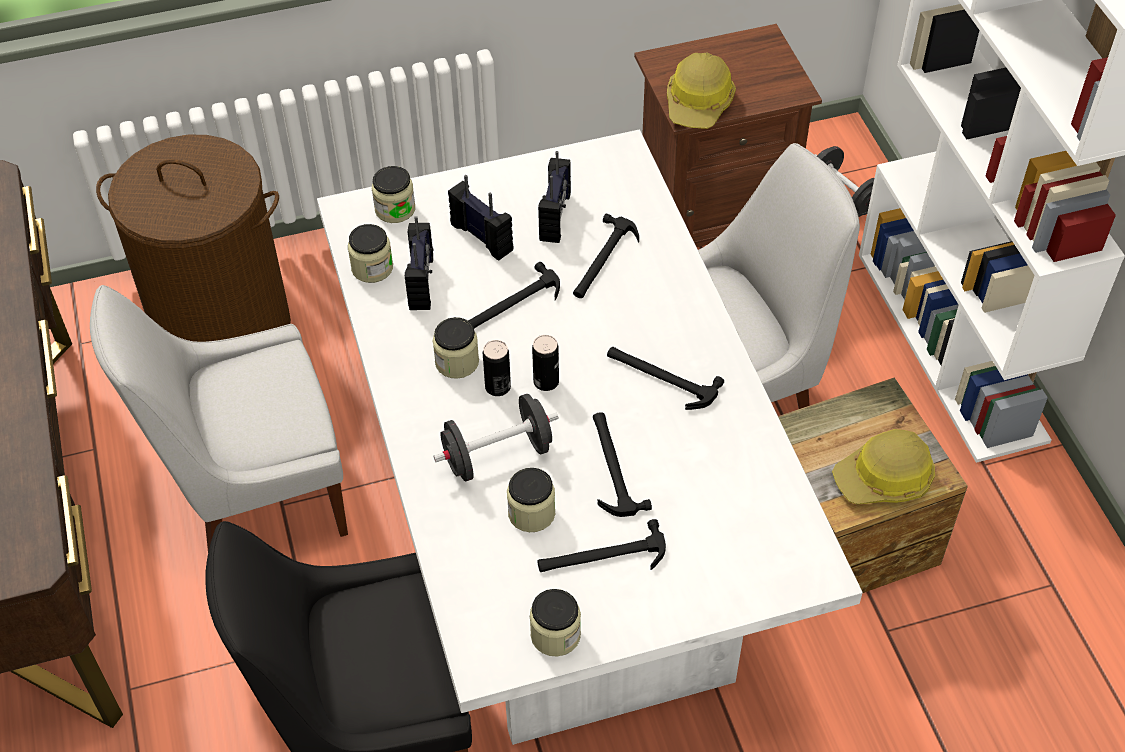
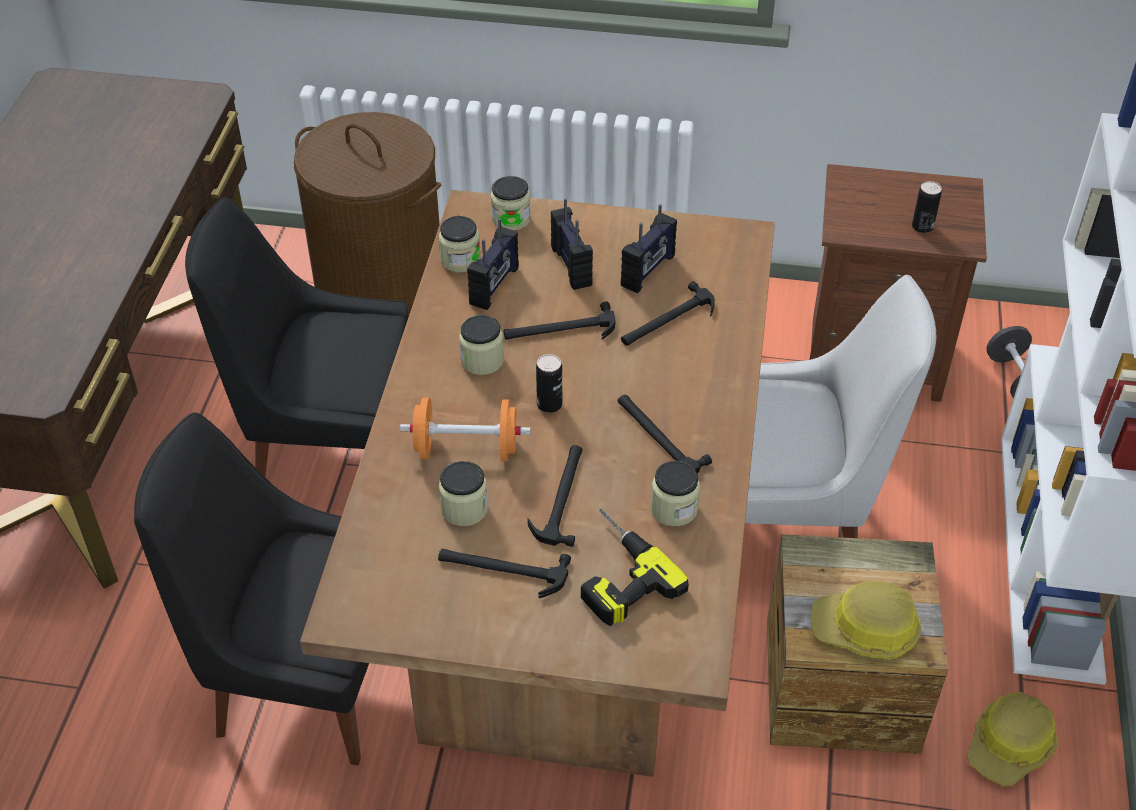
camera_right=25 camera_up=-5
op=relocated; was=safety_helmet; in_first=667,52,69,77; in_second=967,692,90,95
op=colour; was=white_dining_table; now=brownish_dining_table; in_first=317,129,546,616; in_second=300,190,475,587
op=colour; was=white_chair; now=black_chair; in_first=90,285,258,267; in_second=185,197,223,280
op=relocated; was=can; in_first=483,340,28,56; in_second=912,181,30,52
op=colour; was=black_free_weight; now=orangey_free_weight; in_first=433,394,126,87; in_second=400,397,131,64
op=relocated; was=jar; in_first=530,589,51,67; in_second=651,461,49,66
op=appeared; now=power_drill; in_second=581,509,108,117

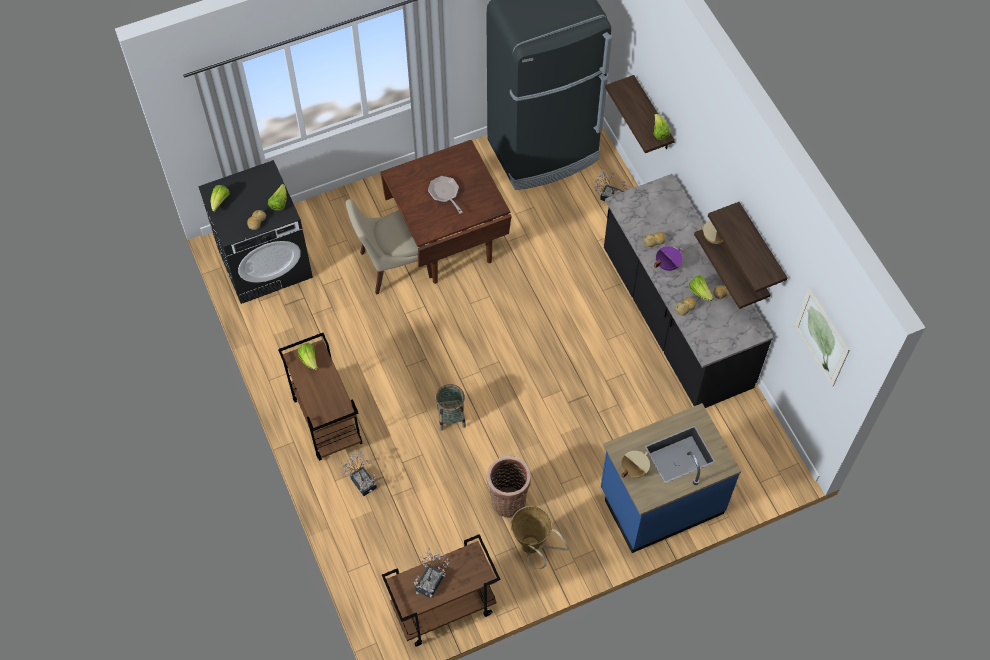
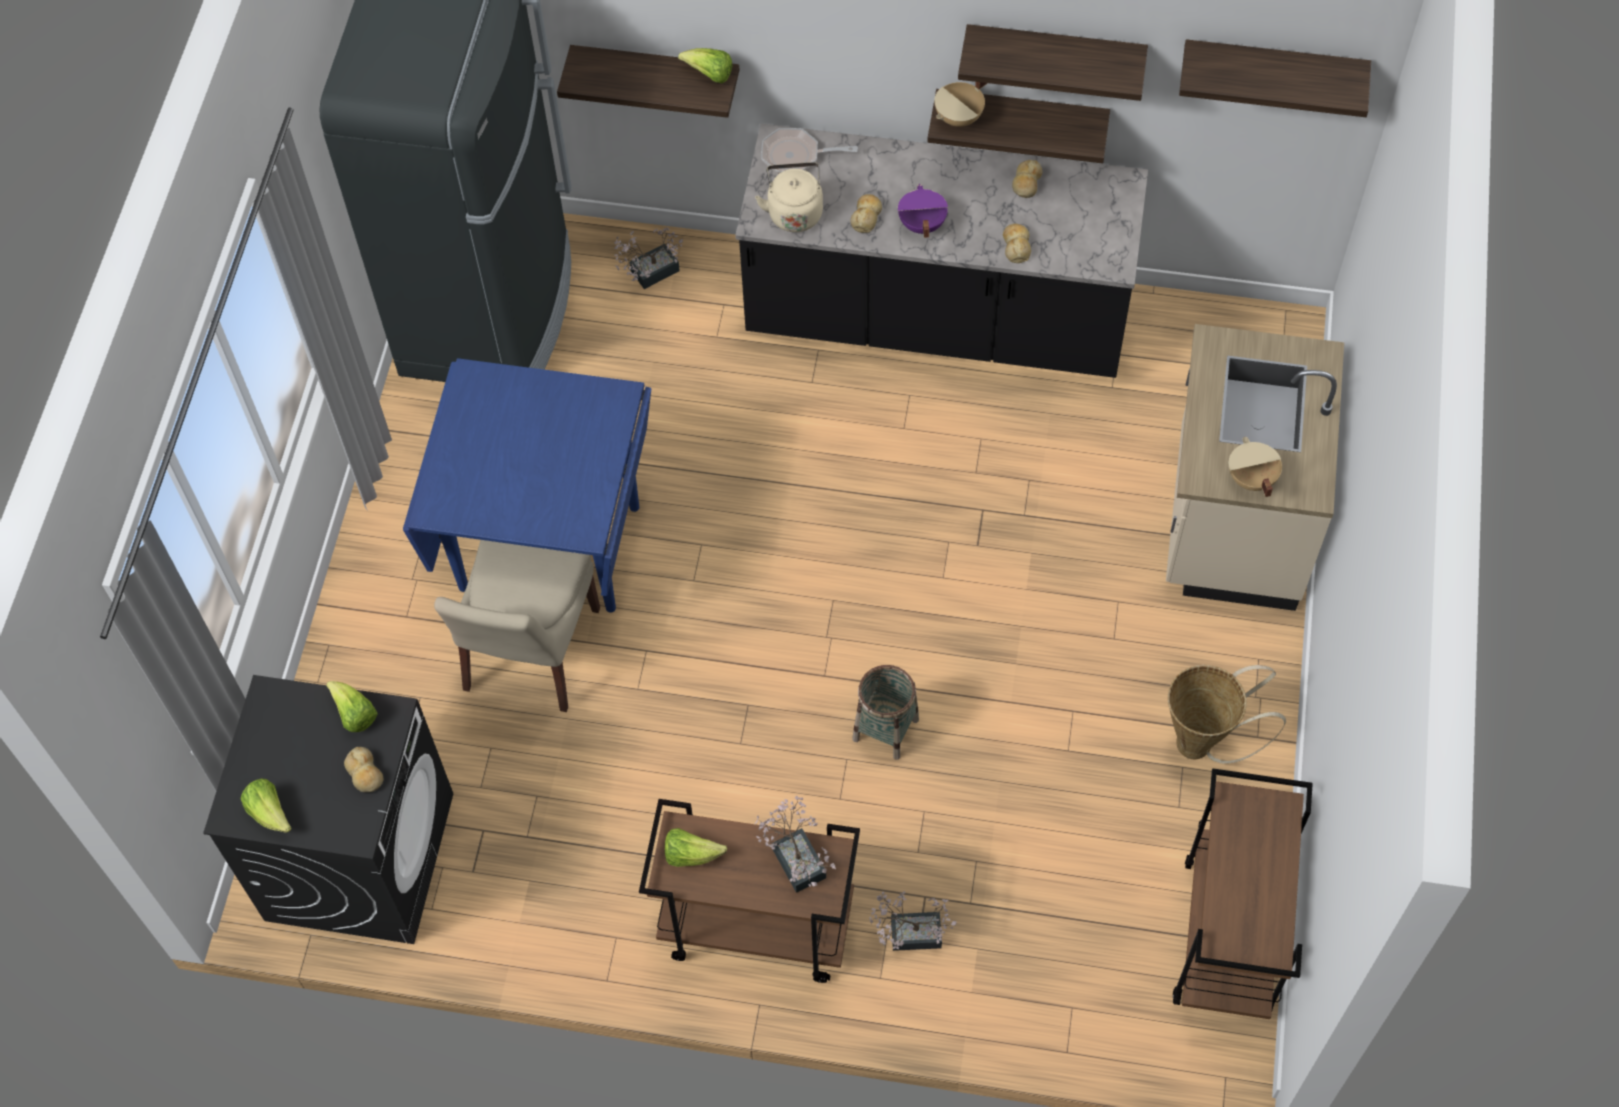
camera_right=-55 camera_up=0
op=colour; was=brownish_dining_table; now=blue_dining_table; in_first=380,140,132,144; in_second=403,358,248,255
op=relocated; was=frying_pan; in_first=428,176,35,38; in_second=761,128,97,45
op=missing; was=lettuce; in_first=689,275,25,26
op=exchanged; was=wall_art; now=shelf; in_first=794,288,56,99; in_second=1179,39,192,78
op=colour; was=blue_kitchen_base_unit; now=beige-coloured_kitchen_base_unit; in_first=601,403,140,150; in_second=1166,324,178,287
op=missing; was=basket; in_first=487,456,44,62
op=relocated; was=houseplant; in_first=414,549,36,50; in_second=755,796,81,97
op=appeared; now=beige-coloured_water_kettle; in_second=755,162,68,70

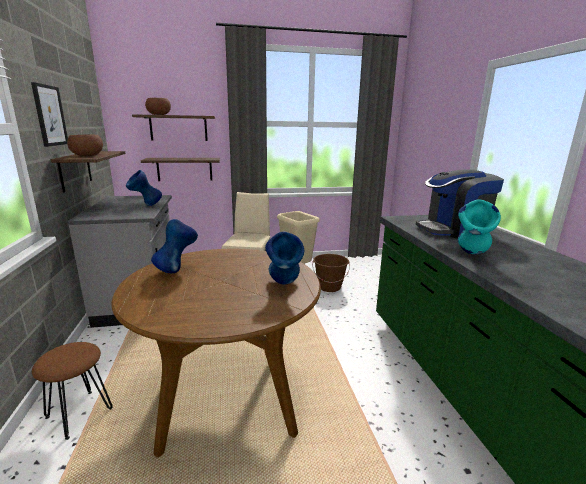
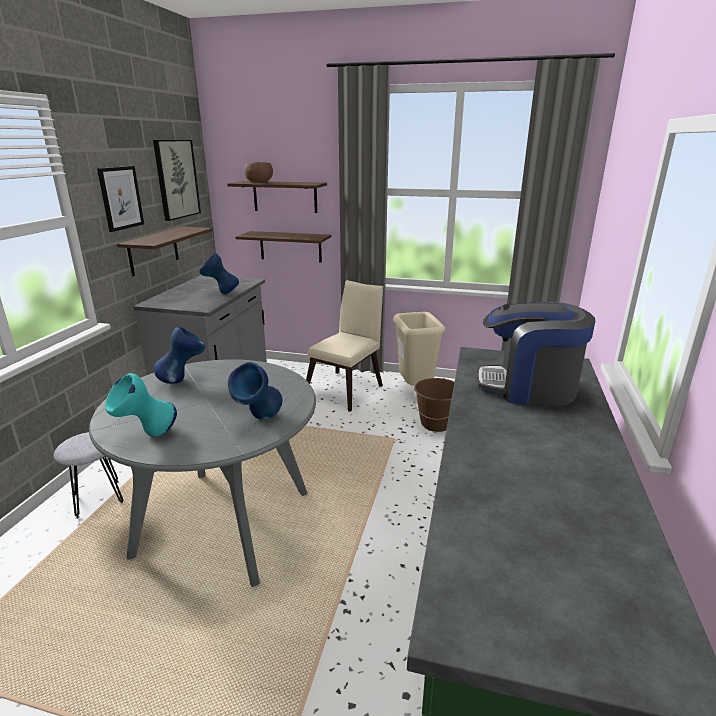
camera_right=25 camera_up=5
op=missing; was=brownish_deep_dish; in_first=67,134,36,22
op=relocated; was=turquoise_decorative_vase; in_first=458,199,43,56; in_second=105,373,72,64
op=colour; was=brownish_dining_table; now=gray_dining_table; in_first=111,249,210,209; in_second=89,359,227,228
op=colour; was=brownish_sitting_stool; now=gray_sitting_stool; in_first=32,342,81,98; in_second=54,432,69,87
op=appeared; now=wall_art; in_second=153,140,48,81

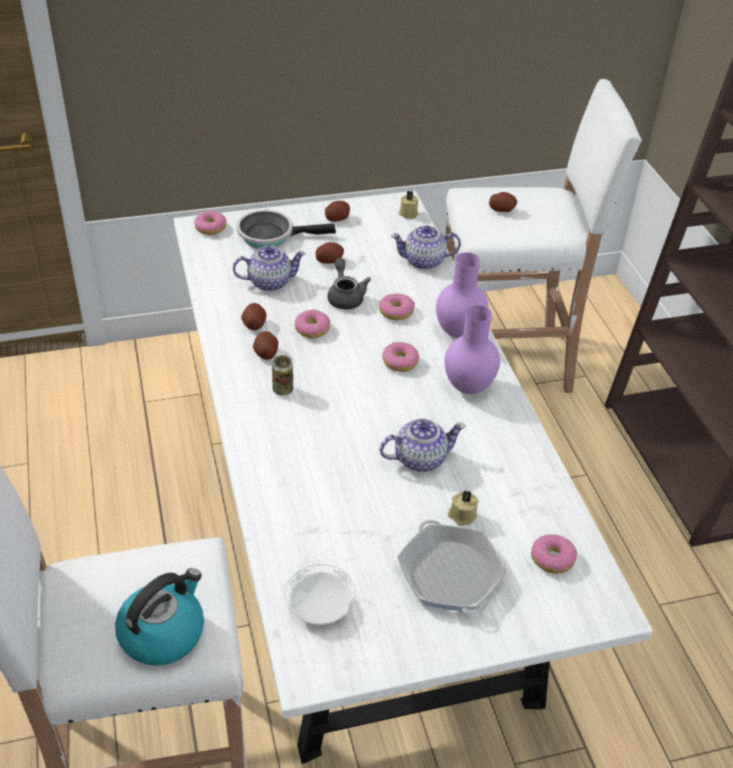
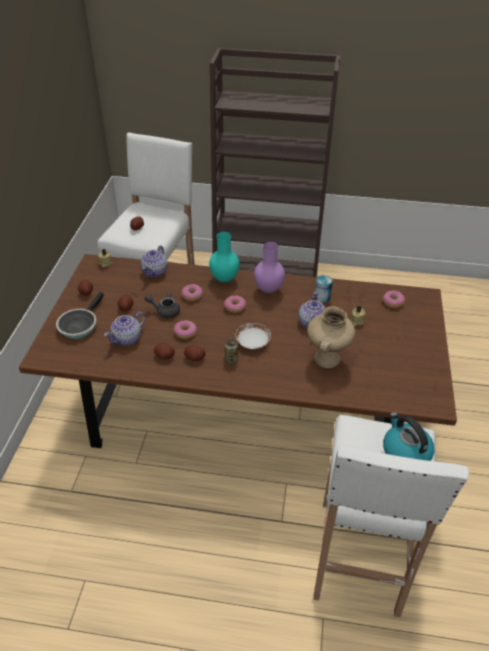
camera_right=-65 camera_up=0
op=colour; was=white_dining_table; now=brownish_dining_table; in_first=174,191,479,573; in_second=19,254,438,194
op=missing; was=doughnut; in_first=195,211,32,24
op=spun; was=teapot; in_first=233,246,73,45; in_second=104,312,41,34; clockwise=-150
op=colour; was=purple-coloured_decorative_vase; now=turquoise_decorative_vase; in_first=436,252,52,86; in_second=209,232,30,50
op=missing; was=frying_pan; in_first=397,520,110,95
op=relocated; was=white_flat_dish; in_first=284,564,72,61; in_second=235,323,36,26
op=appeared; now=can; in_second=315,275,18,28
op=appeared; now=beige-coloured_decorative_vase; in_second=307,306,48,62

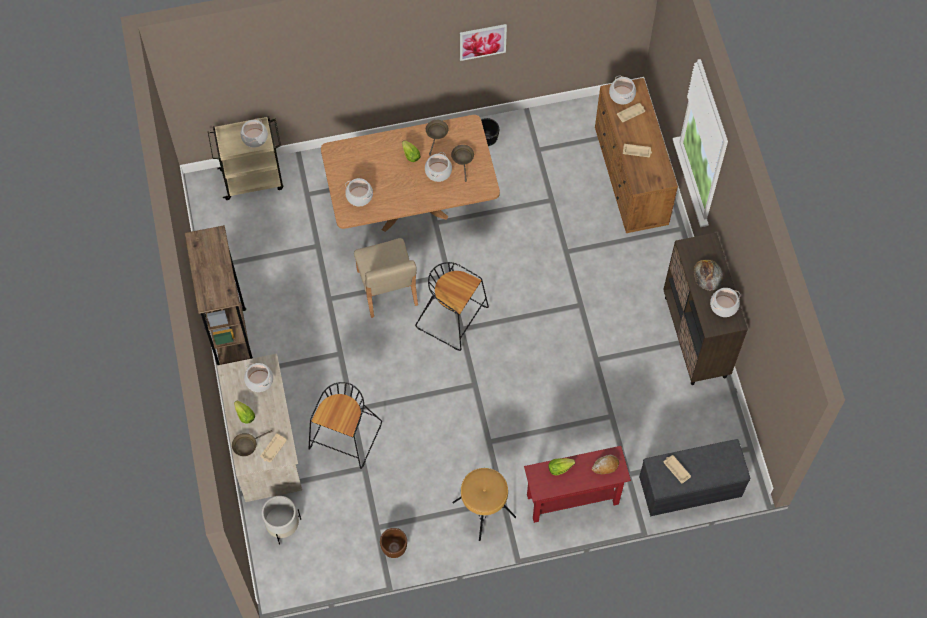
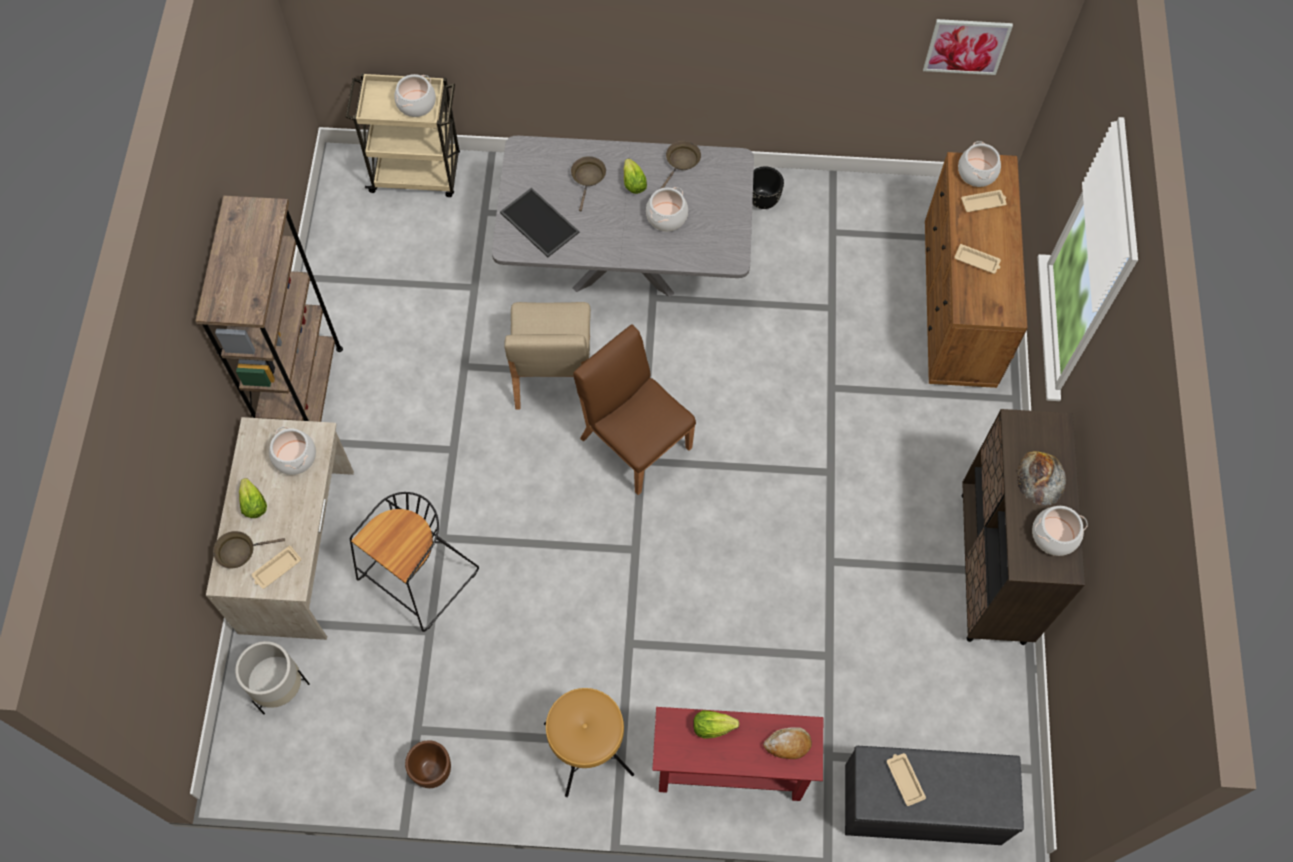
camera_right=15 camera_up=0
op=relocated; was=wall_art; in_first=460,24,47,37; in_second=923,19,90,56
op=colour; was=brownish_dining_table; now=gray_dining_table; in_first=321,115,179,117; in_second=492,136,262,161
op=relocated; was=brownish_frying_pan; in_first=451,145,23,37; in_second=571,156,35,55
op=exchanged; was=stockpot; now=tray; in_first=345,178,28,28; in_second=500,188,79,69
op=exchanged; was=black_sitting_stool; now=brownish_chair; in_first=415,262,74,89; in_second=573,324,123,171

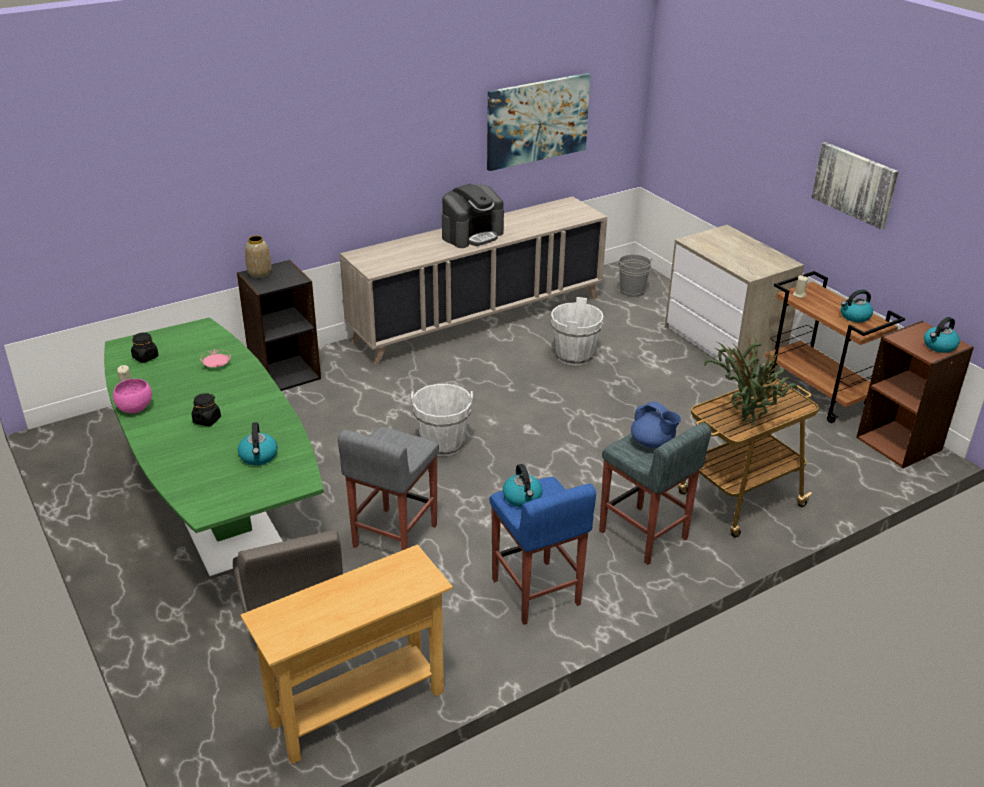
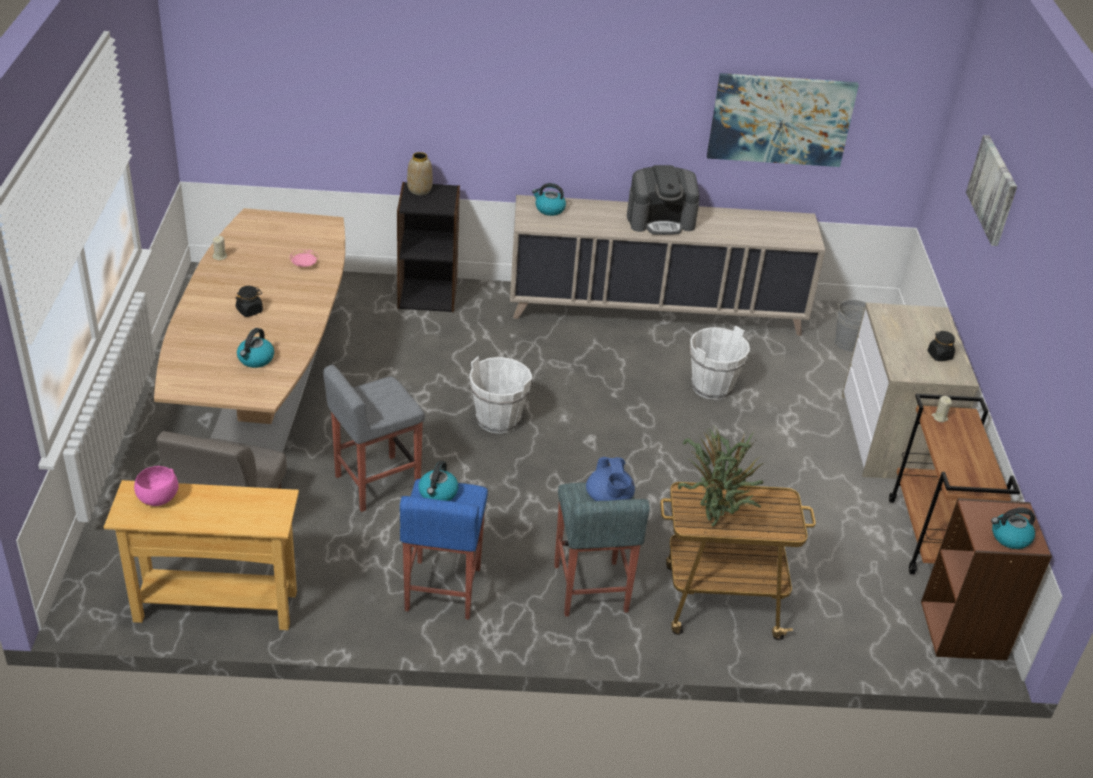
camera_right=30 camera_up=5
op=relocated; was=wall_art; in_first=811,142,88,87; in_second=966,135,51,111
op=relocated; was=water_kettle; in_first=841,289,32,34; in_second=532,183,34,33
op=colour; was=greenish_dining_table; now=brownish_dining_table; in_first=104,317,220,262; in_second=154,208,191,245
op=relocated; was=black_jar; in_first=131,332,28,31; in_second=927,331,28,30
op=relocated; was=pink_deep_dish; in_first=113,379,39,34; in_second=134,466,45,40

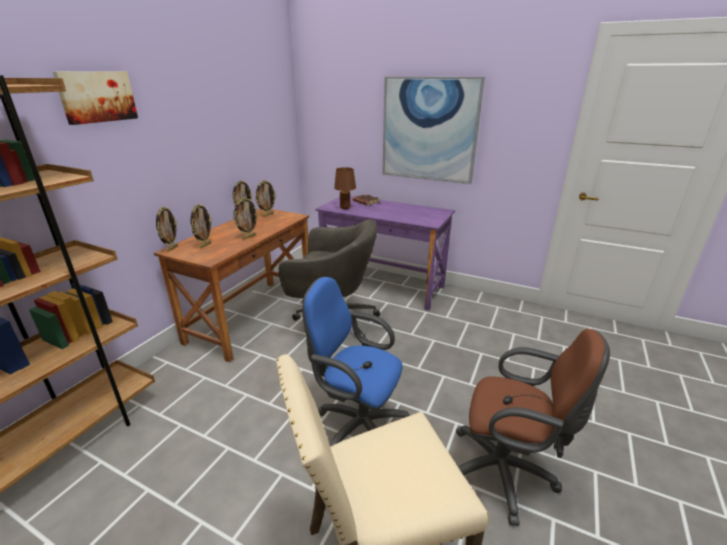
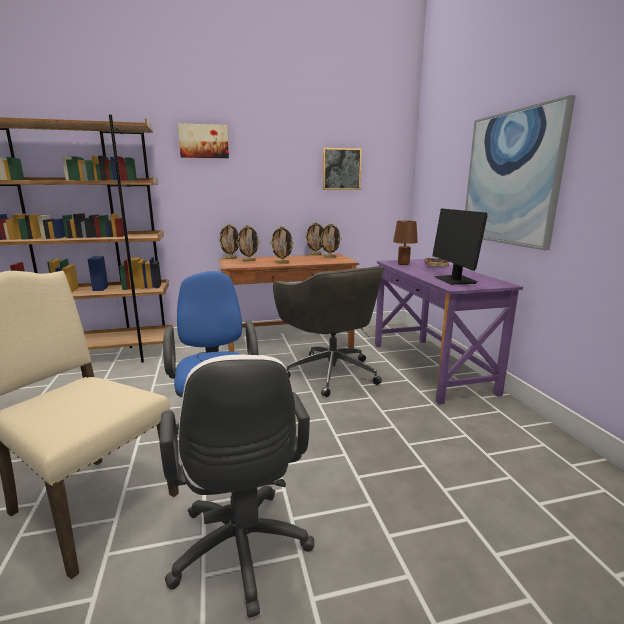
camera_right=50 camera_up=-10
op=colour; was=brownish_office_chair; now=white_office_chair; in_first=456,329,154,197; in_second=160,355,154,263
op=appeared; now=wall_art; in_second=323,148,39,42
op=appeared; now=computer_screen; in_second=432,208,56,77

